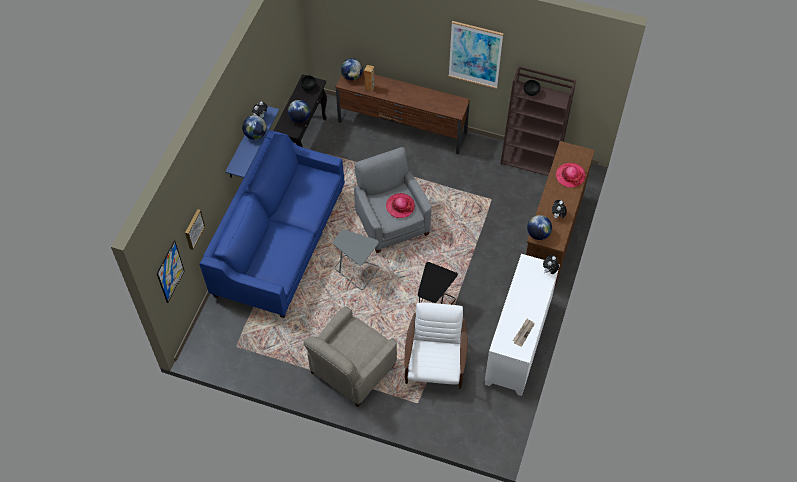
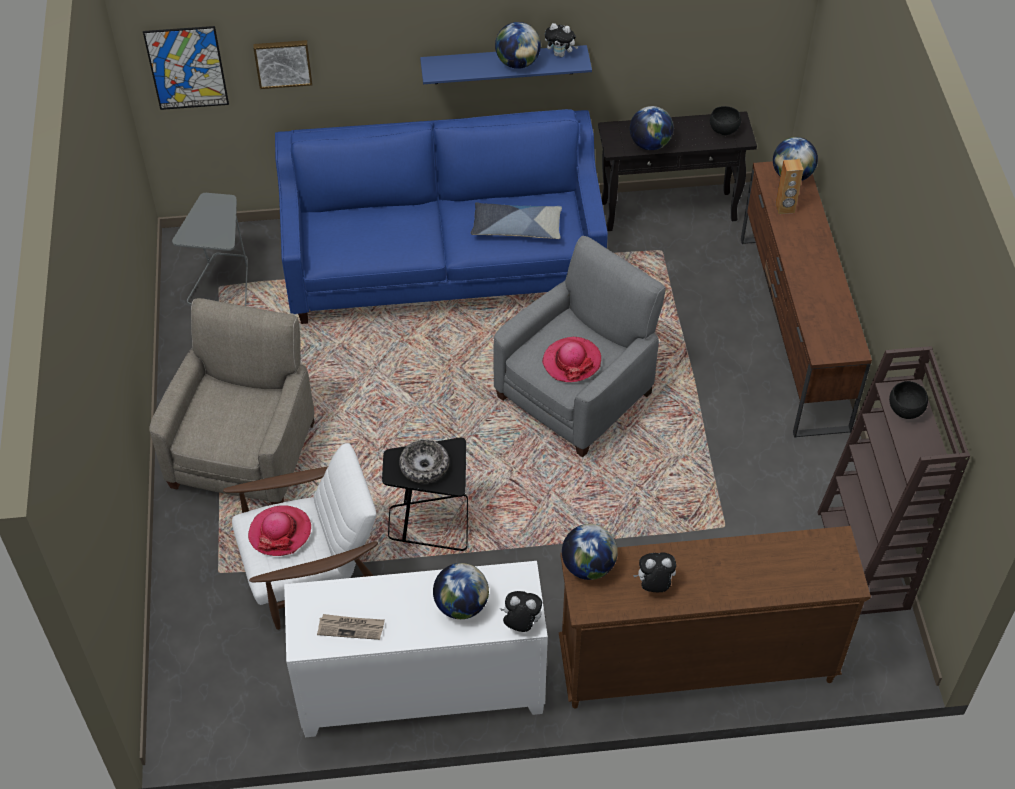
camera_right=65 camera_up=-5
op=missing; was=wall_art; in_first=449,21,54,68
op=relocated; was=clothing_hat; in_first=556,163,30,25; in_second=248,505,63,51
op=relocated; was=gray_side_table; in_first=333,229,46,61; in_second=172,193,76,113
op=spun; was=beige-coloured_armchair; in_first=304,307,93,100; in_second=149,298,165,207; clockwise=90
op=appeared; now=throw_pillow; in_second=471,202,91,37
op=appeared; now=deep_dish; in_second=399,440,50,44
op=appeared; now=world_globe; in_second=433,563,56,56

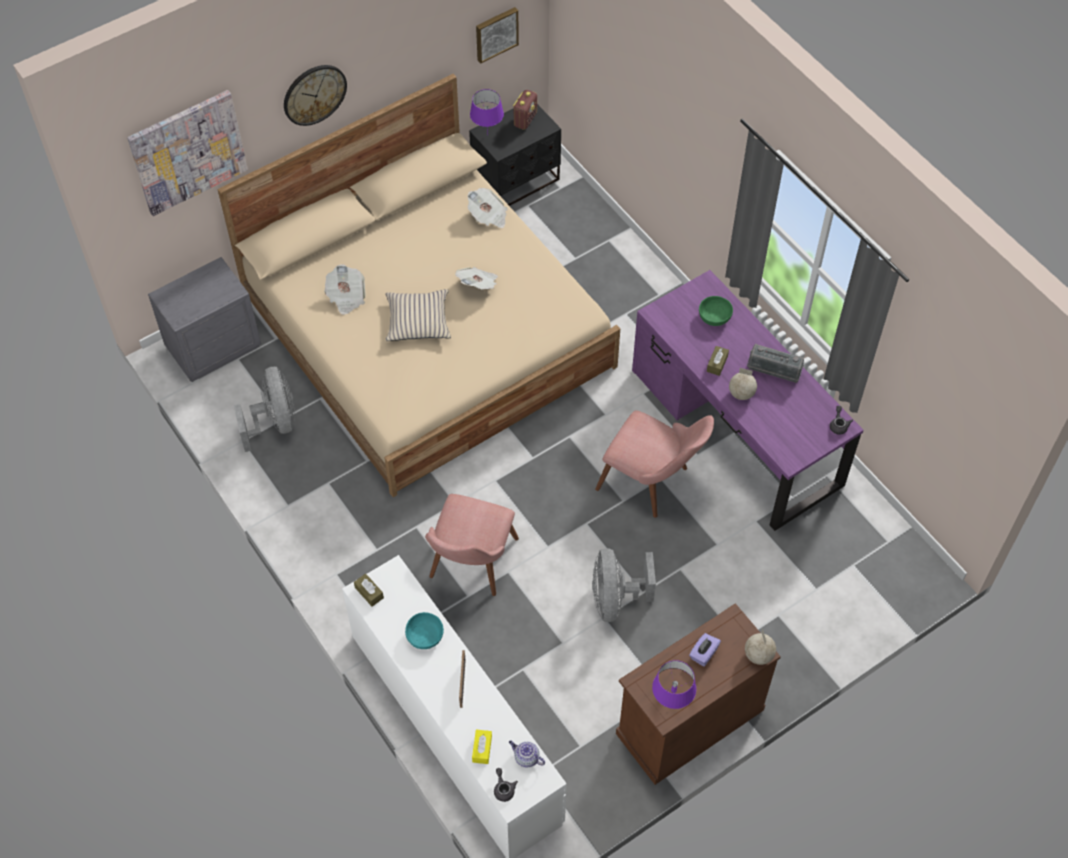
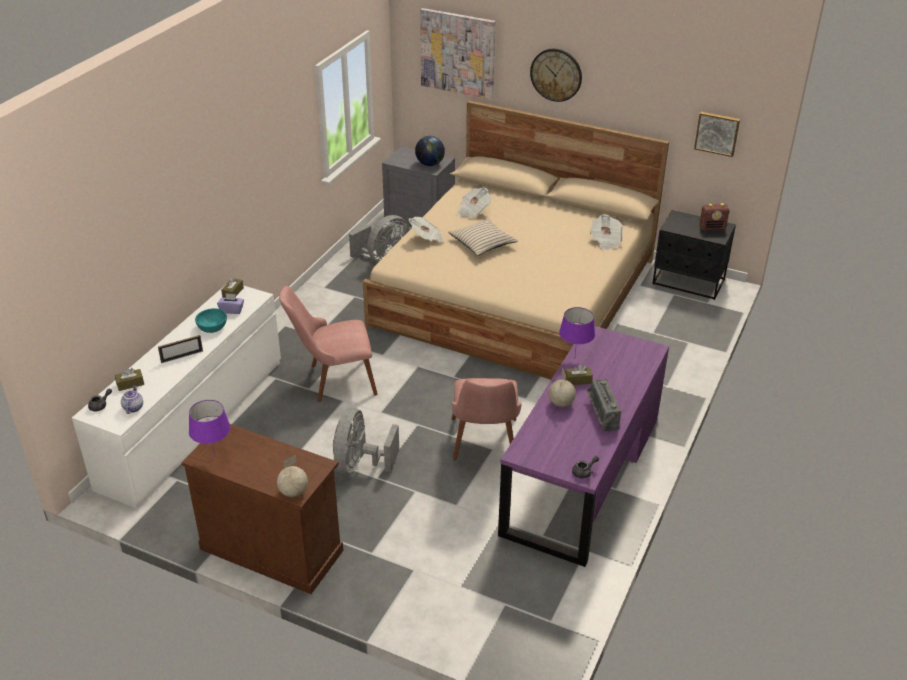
camera_right=60 camera_up=-20
op=relocated; was=purple-coloured_table_lamp; in_first=470,89,34,47; in_second=559,307,36,47
op=relocated; was=printed_paper; in_first=455,267,43,22; in_second=409,217,35,25
op=missing; was=greenish_deep_dish; in_first=699,296,34,30
op=spun; was=gray_cooling_fan; in_first=592,548,64,74; in_second=333,408,66,66; clockwise=-45
op=relocated; was=purple-coloured_tissue_holder; in_first=689,633,32,34; in_second=217,293,27,21
op=colour; was=yellow_tissue_holder; now=brownish_tissue_holder; in_first=472,730,20,34; in_second=115,368,29,23
op=appeared; now=world_globe; in_second=415,136,30,30

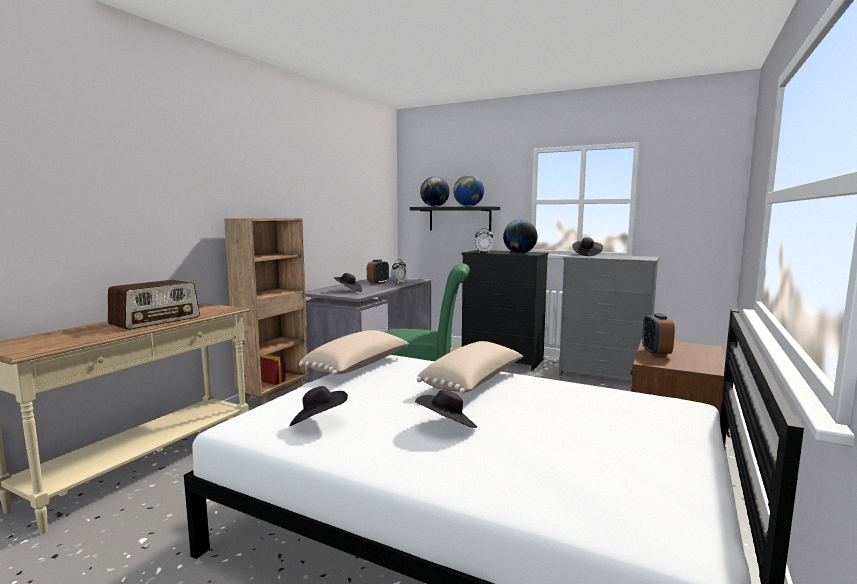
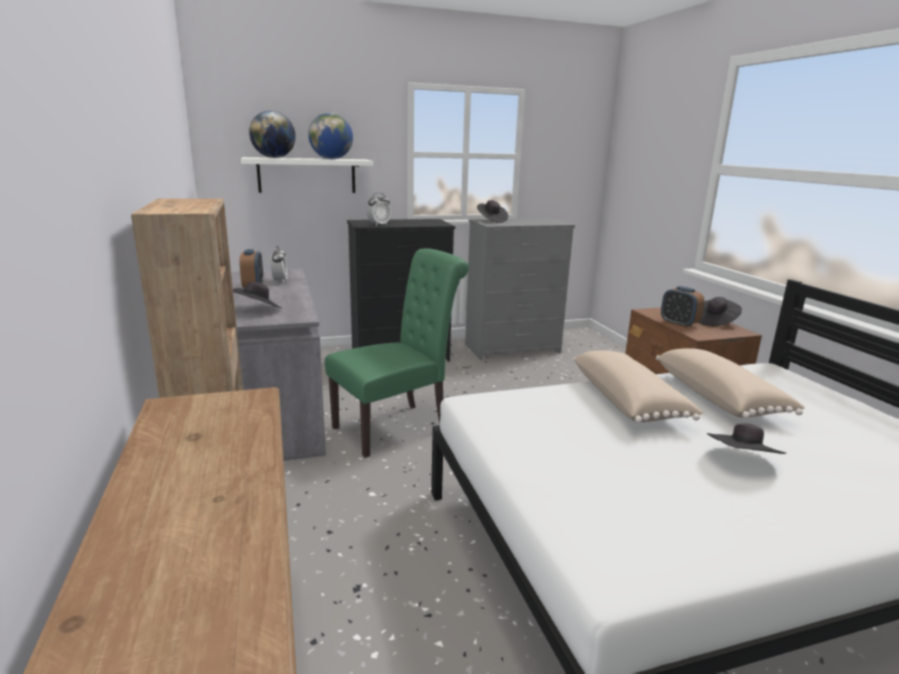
camera_right=-45 camera_up=10
op=colour; was=black_shelf; now=white_shelf; in_first=410,206,90,25; in_second=241,157,132,36
op=missing; was=world_globe; in_first=503,220,35,34
op=missing; was=radio_set; in_first=108,280,92,50
op=relocated; was=beige-coloured_throw_pillow; in_first=299,330,110,45; in_second=656,348,149,70
op=relocated; was=black_clothing_hat; in_first=290,386,58,40; in_second=699,297,43,29

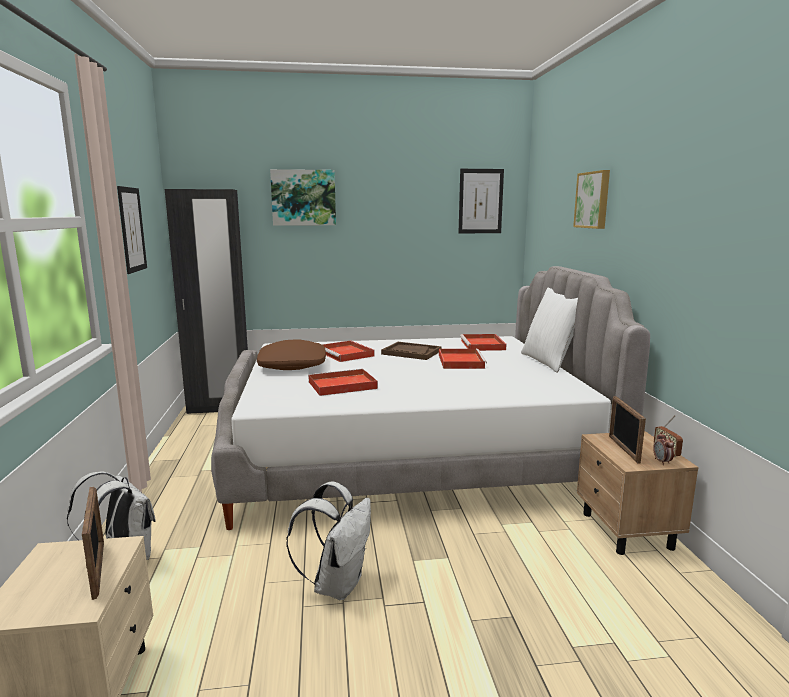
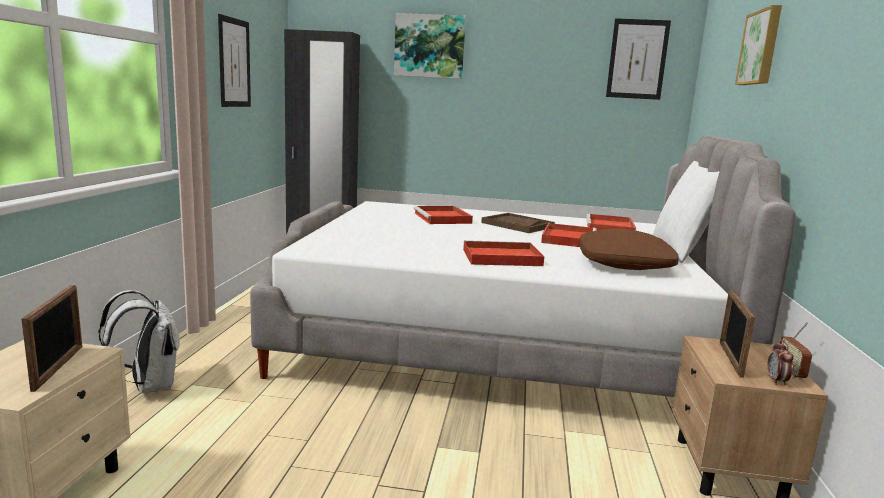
camera_right=15 camera_up=0
op=relocated; was=brownish_throw_pillow; in_first=257,340,69,30; in_second=579,228,100,42
op=relocated; was=red_tray; in_first=308,369,70,27; in_second=463,240,81,26
op=missing; was=white_knapsack; in_first=286,481,85,119

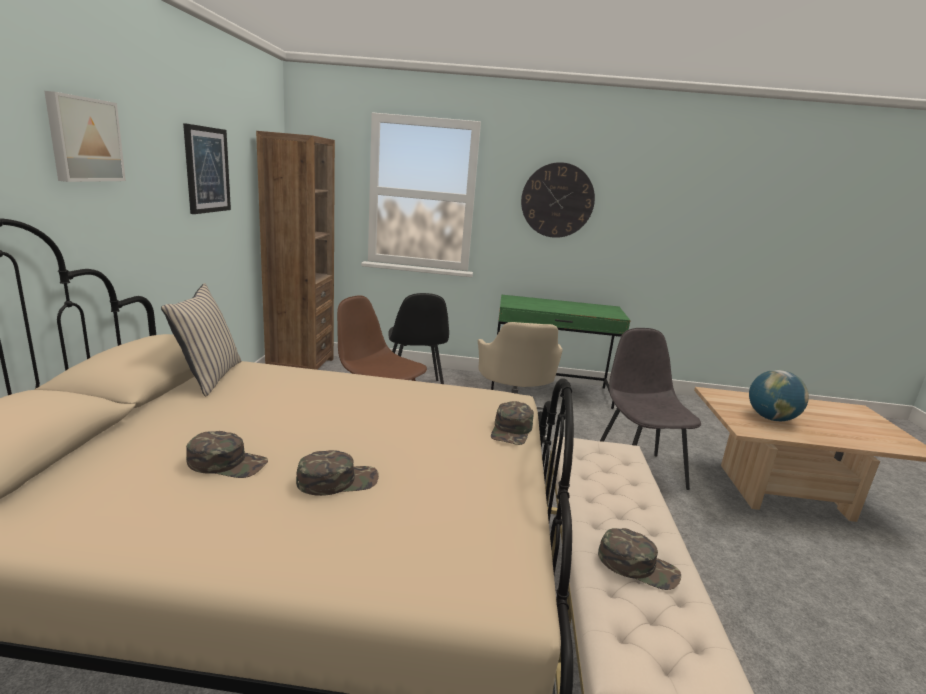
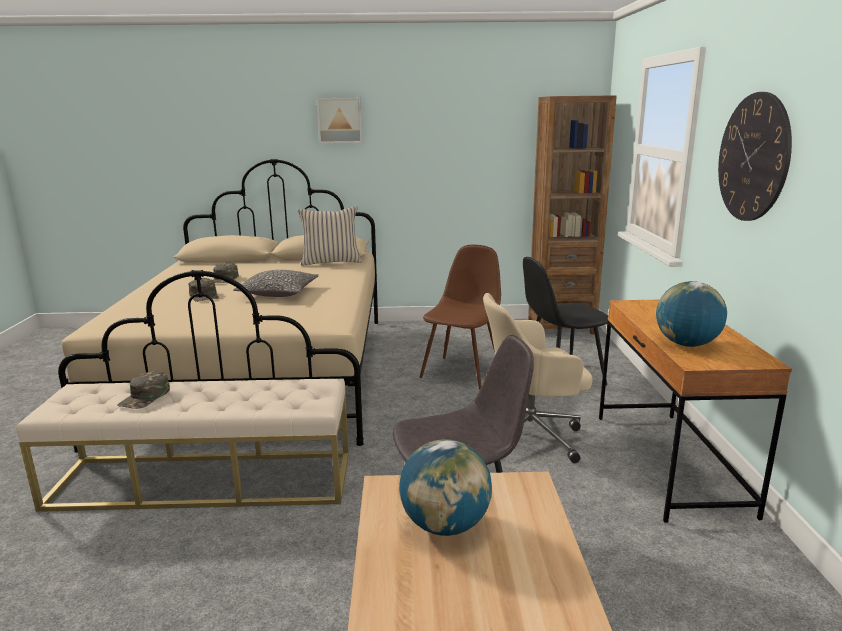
camera_right=85 camera_up=0
op=missing; was=wall_art; in_first=183,123,48,91
op=colour; was=greenish_desk_table; now=brownish_desk_table; in_first=491,294,140,115; in_second=599,299,193,224
op=missing; was=greenish_cap; in_first=491,401,43,44
op=appeared; now=throw_pillow; in_second=233,270,86,27
op=appeared; now=world_globe; in_second=656,281,71,66

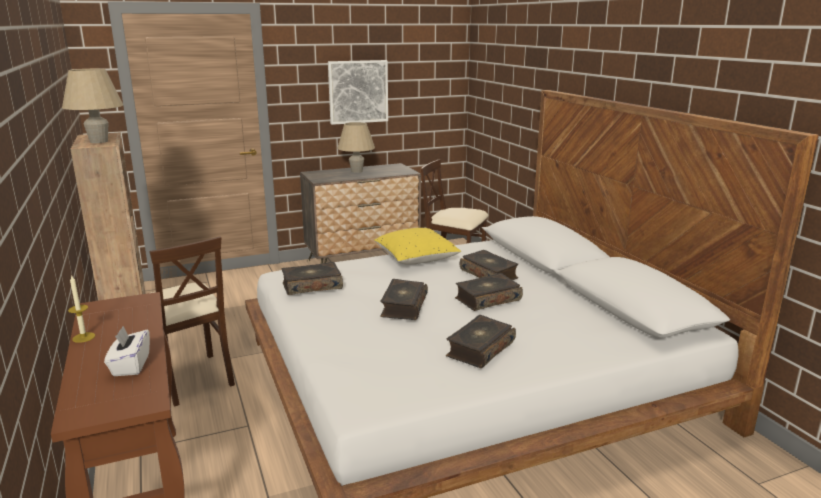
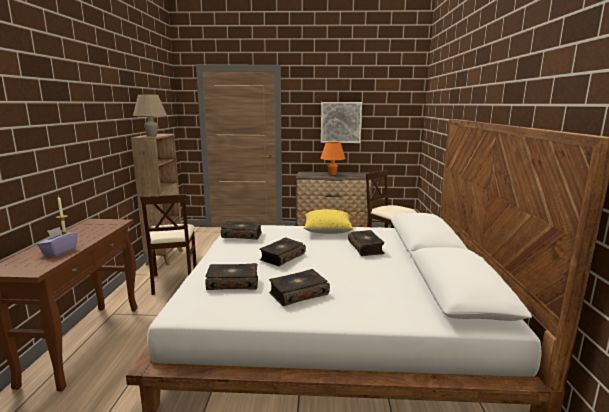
camera_right=25 camera_up=-5
op=colour; was=beige-coloured_table_lamp; now=orangey_table_lamp; in_first=337,122,38,51; in_second=320,142,25,33
op=relocated; was=bound_book; in_first=455,273,68,38; in_second=205,263,53,27
op=colour; was=white_tissue_holder; now=purple-coloured_tissue_holder; in_first=104,326,46,50; in_second=37,227,41,30

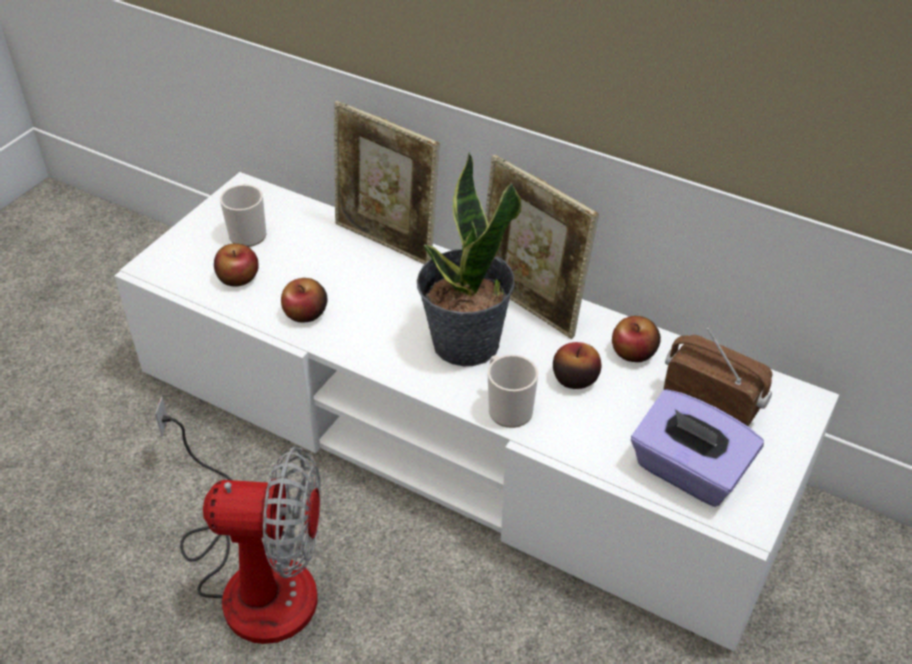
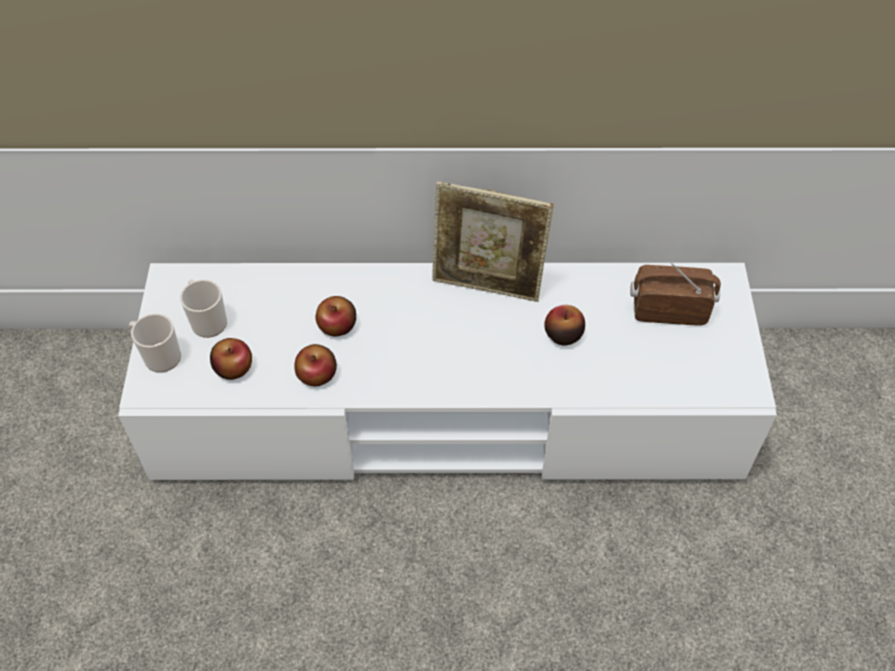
camera_right=-30 camera_up=10
op=missing; was=standing_frame; in_first=334,101,105,163
op=missing; was=houseplant; in_first=417,152,104,214
op=relocated; was=apple; in_first=612,316,49,46; in_second=315,296,41,40
op=relocated; was=coffee_mug; in_first=488,355,50,73; in_second=129,313,52,59
op=missing; was=purple-coloured_tissue_holder; in_first=631,389,133,118
op=missing; was=cooling_fan; in_first=155,396,166,248

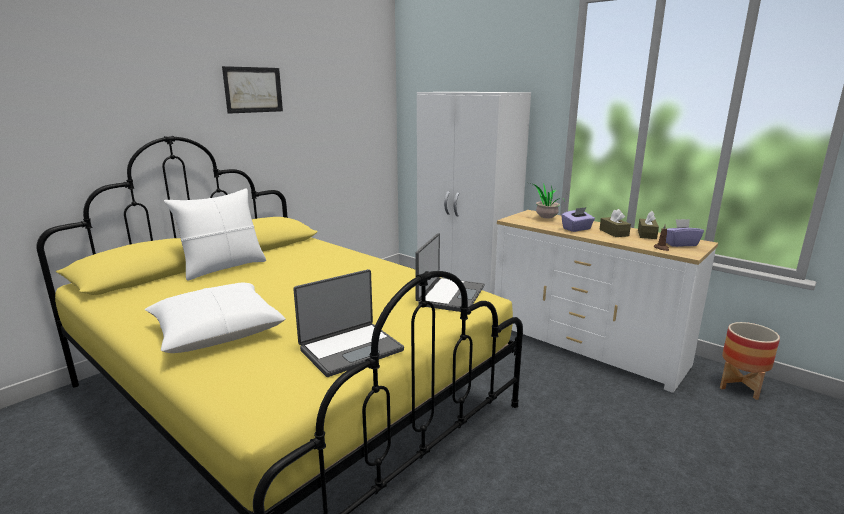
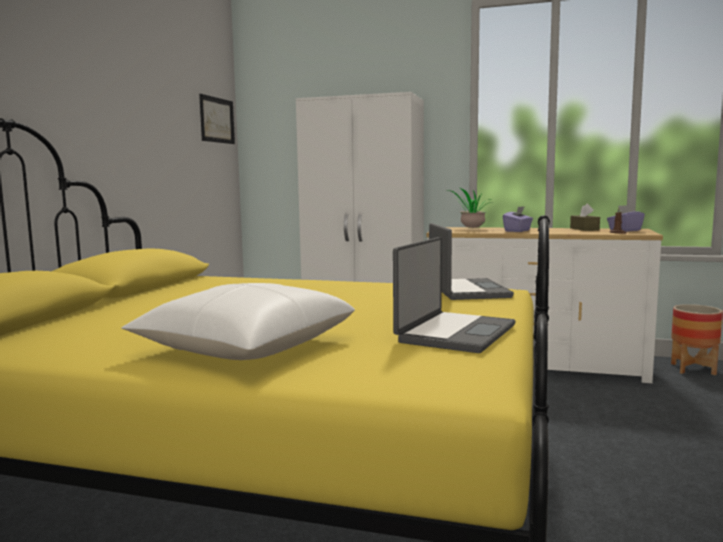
camera_right=-25 camera_up=-10
op=relocated; was=wall_art; in_first=222,66,61,48; in_second=199,94,36,50
op=missing; was=white_throw_pillow; in_first=164,188,102,93
op=missing; was=brownish_tissue_holder; in_first=599,209,32,28

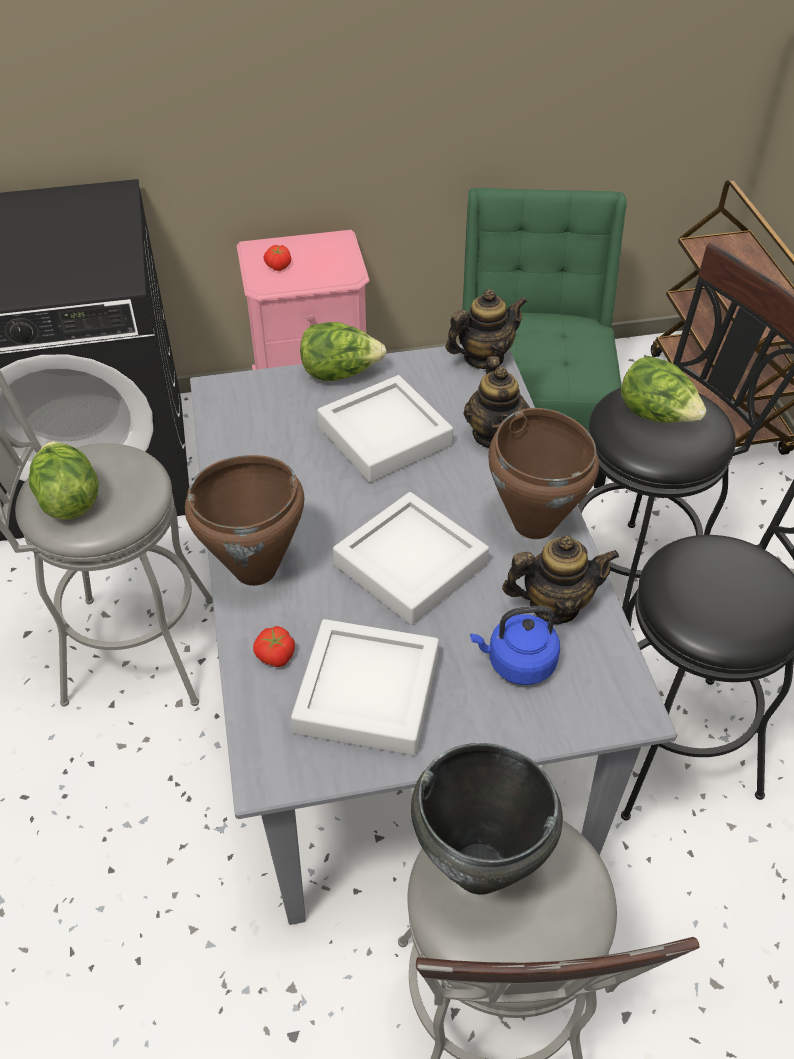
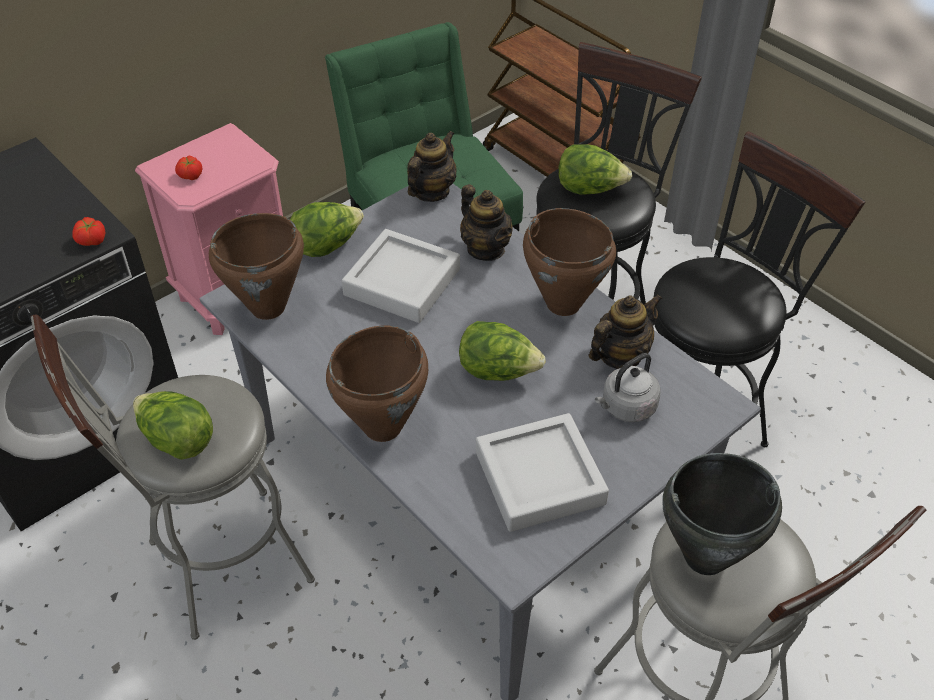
camera_right=-30 camera_up=0
op=exchanged; was=gray_tray; now=lettuce; in_first=333,492,156,133; in_second=459,321,87,60
op=colour; was=blue_water_kettle; now=gray_water_kettle; in_first=470,606,90,79; in_second=595,353,66,69
op=relocated; was=fresh_tomato; in_first=253,626,42,41; in_second=72,217,33,29
op=appeared; now=brownish_stockpot; in_second=209,213,95,107

